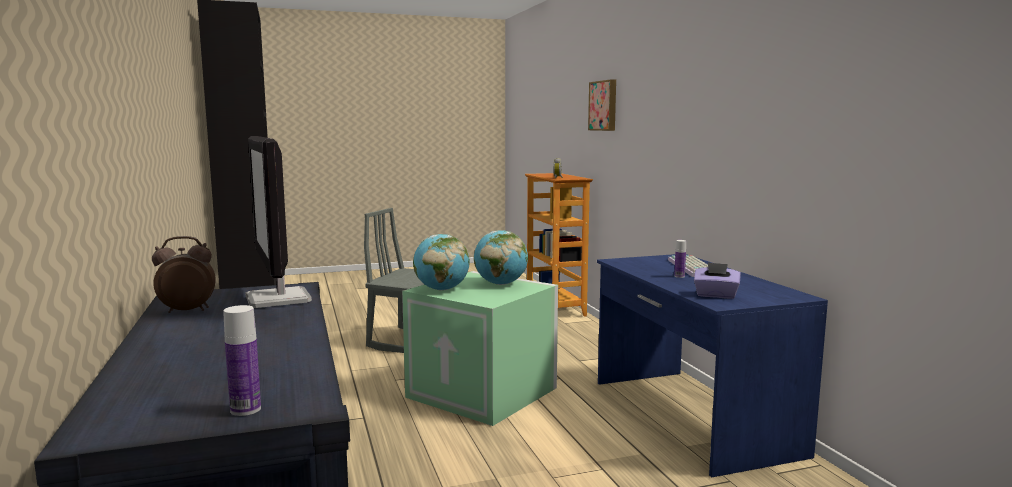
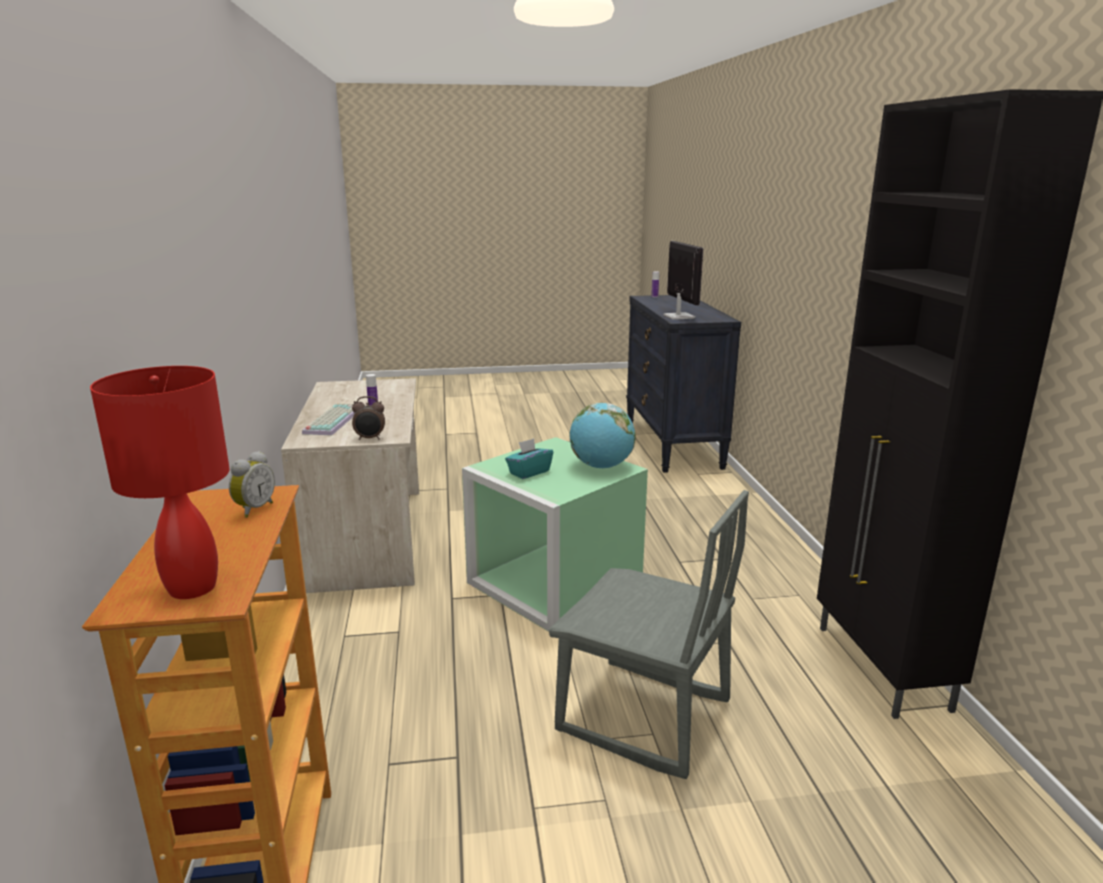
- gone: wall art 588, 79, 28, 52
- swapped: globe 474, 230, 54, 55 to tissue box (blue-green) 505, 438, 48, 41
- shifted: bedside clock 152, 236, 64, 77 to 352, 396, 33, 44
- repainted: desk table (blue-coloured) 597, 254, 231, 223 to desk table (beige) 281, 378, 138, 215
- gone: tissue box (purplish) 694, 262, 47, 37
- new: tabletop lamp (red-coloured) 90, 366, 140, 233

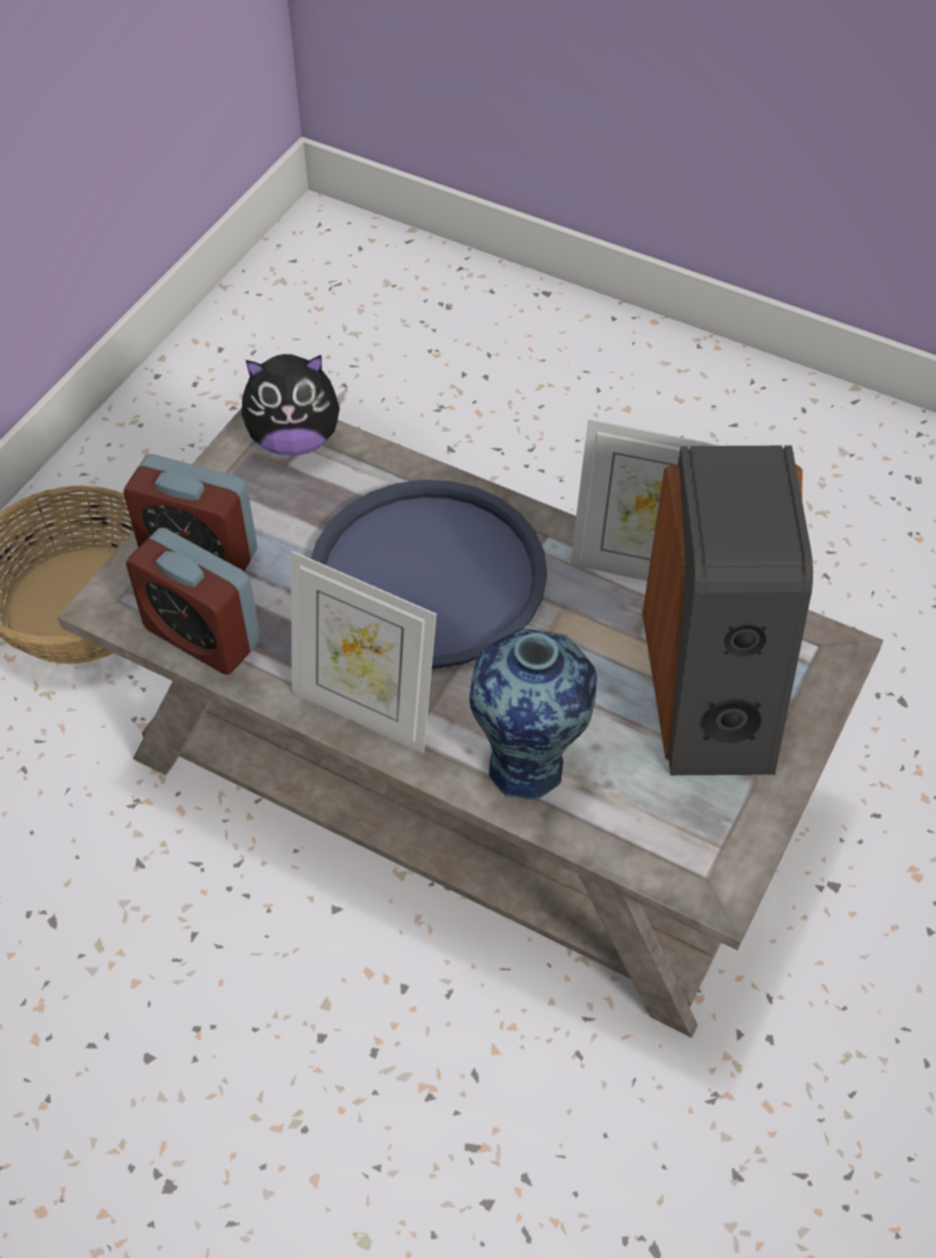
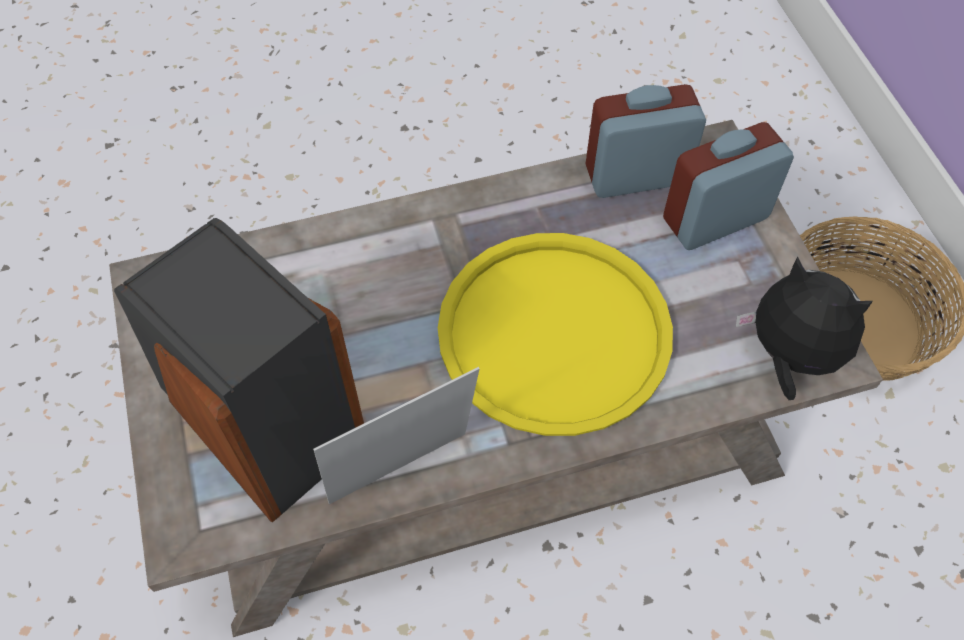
- rotated: cuddly toy 242, 354, 104, 102 = 736, 256, 137, 144 90 degrees clockwise
- repainted: serving tray (blue-coloured) 311, 480, 236, 189 to serving tray (yellowish) 438, 233, 235, 203
- gone: standing frame 291, 551, 146, 202
- gone: vase 469, 628, 128, 175

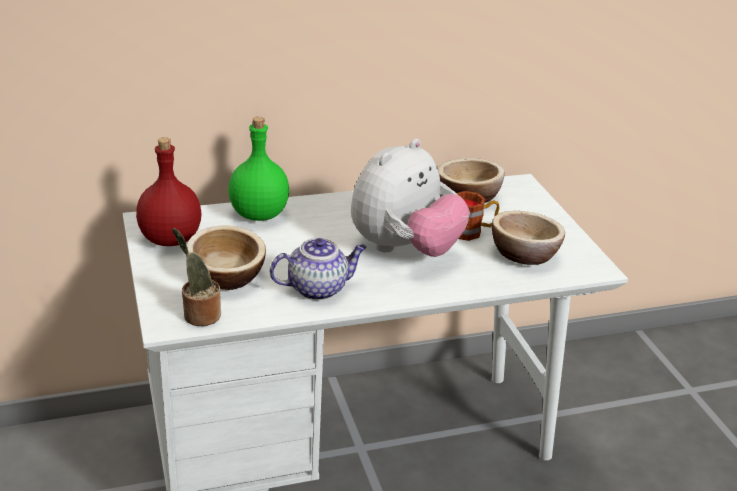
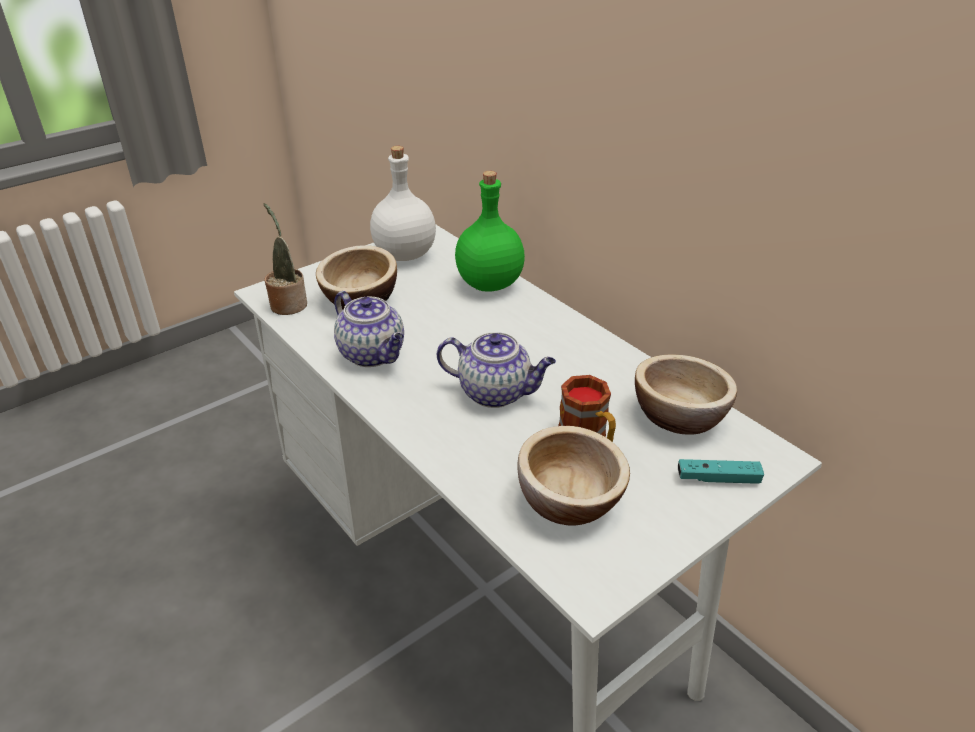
- repainted: beverage bottle (red-coloured) 136, 137, 65, 109 to beverage bottle (whitish) 370, 146, 66, 115
- swapped: cuddly toy 351, 139, 119, 118 to pot for tea 437, 332, 119, 76
- new: joypad (blue-green) 678, 459, 86, 25

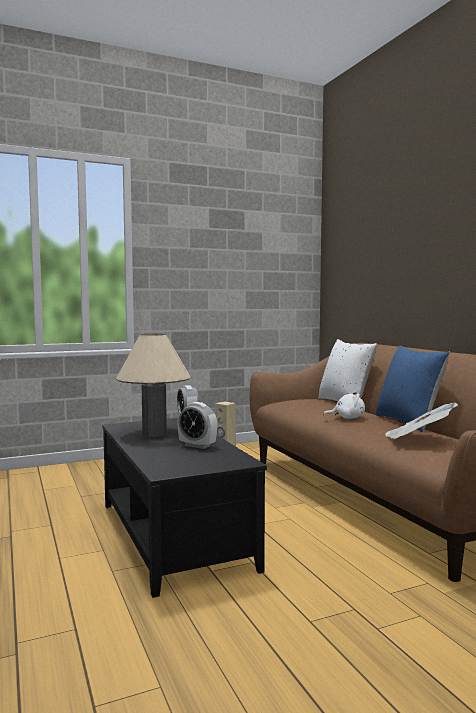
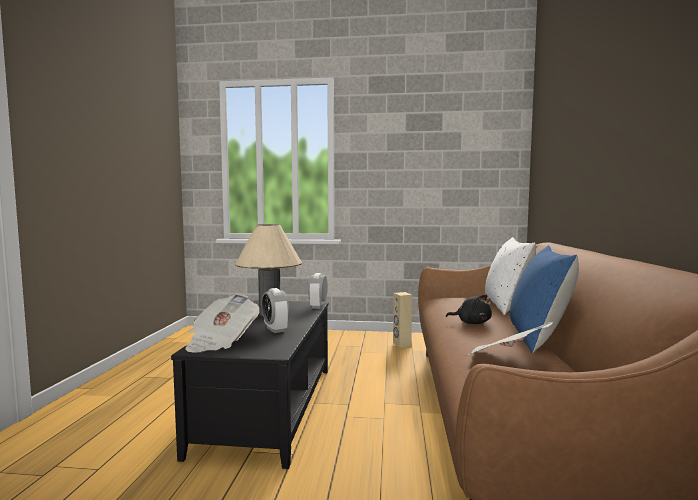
- repainted: cuddly toy (whitish) 323, 391, 42, 28 to cuddly toy (black-coloured) 446, 294, 46, 30
- new: daily paper 185, 294, 74, 59

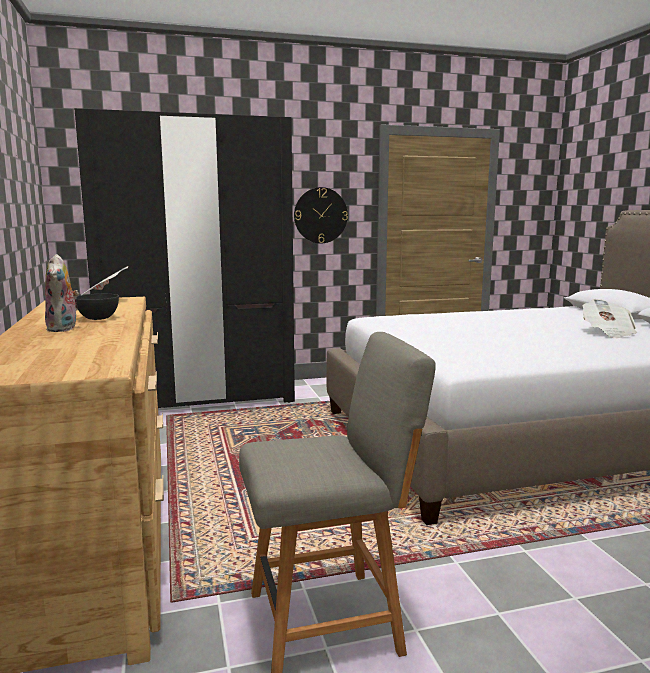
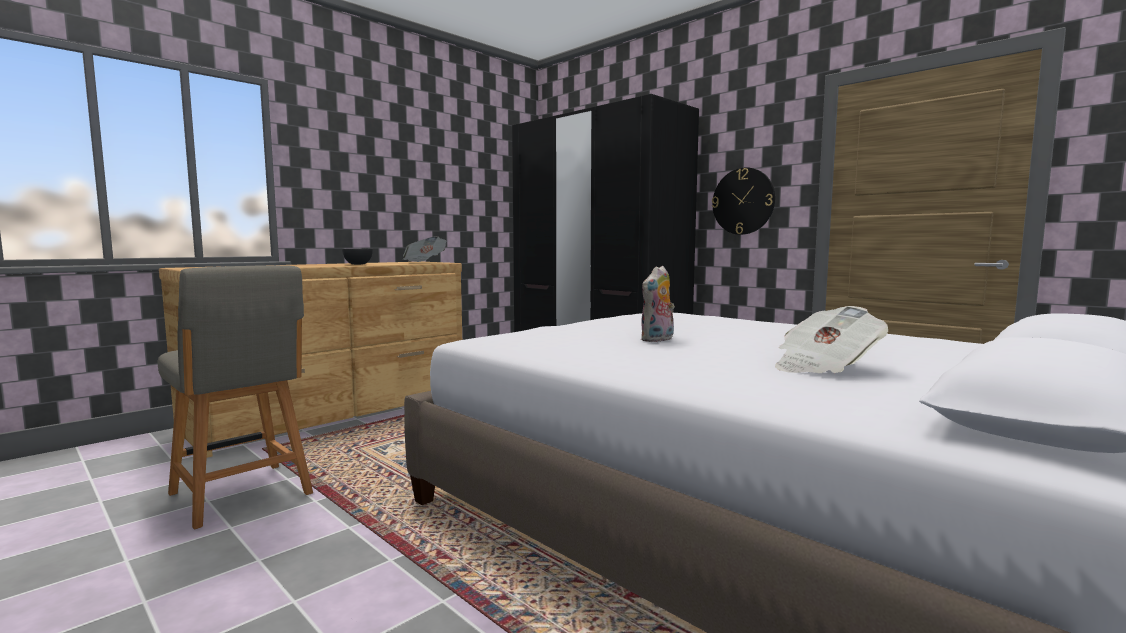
- shifted: cuddly toy 45, 254, 34, 78 to 640, 266, 35, 76

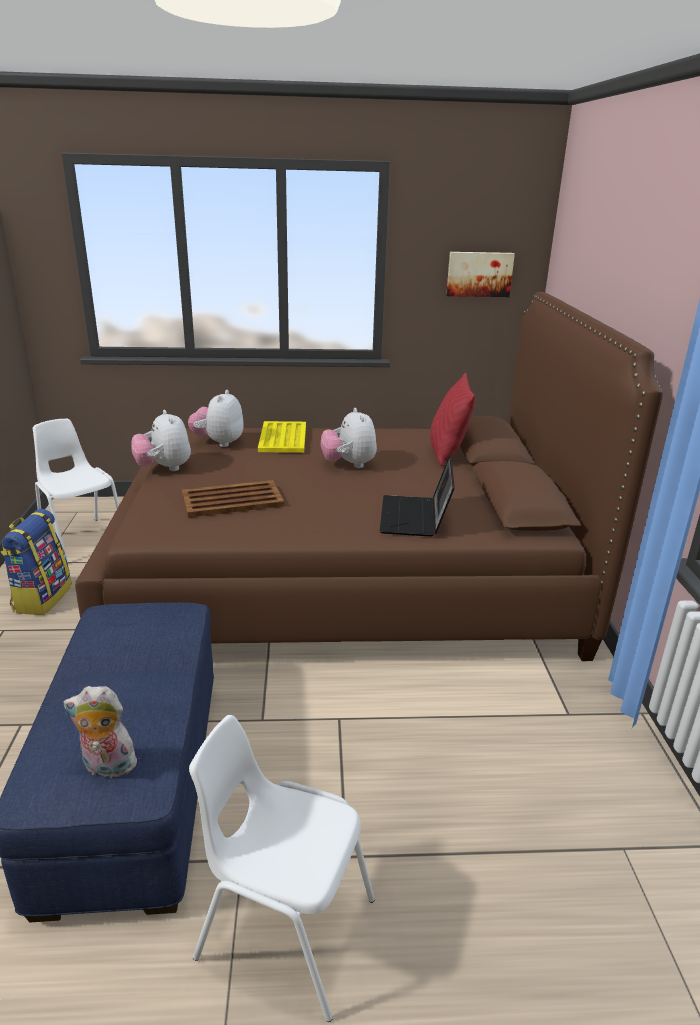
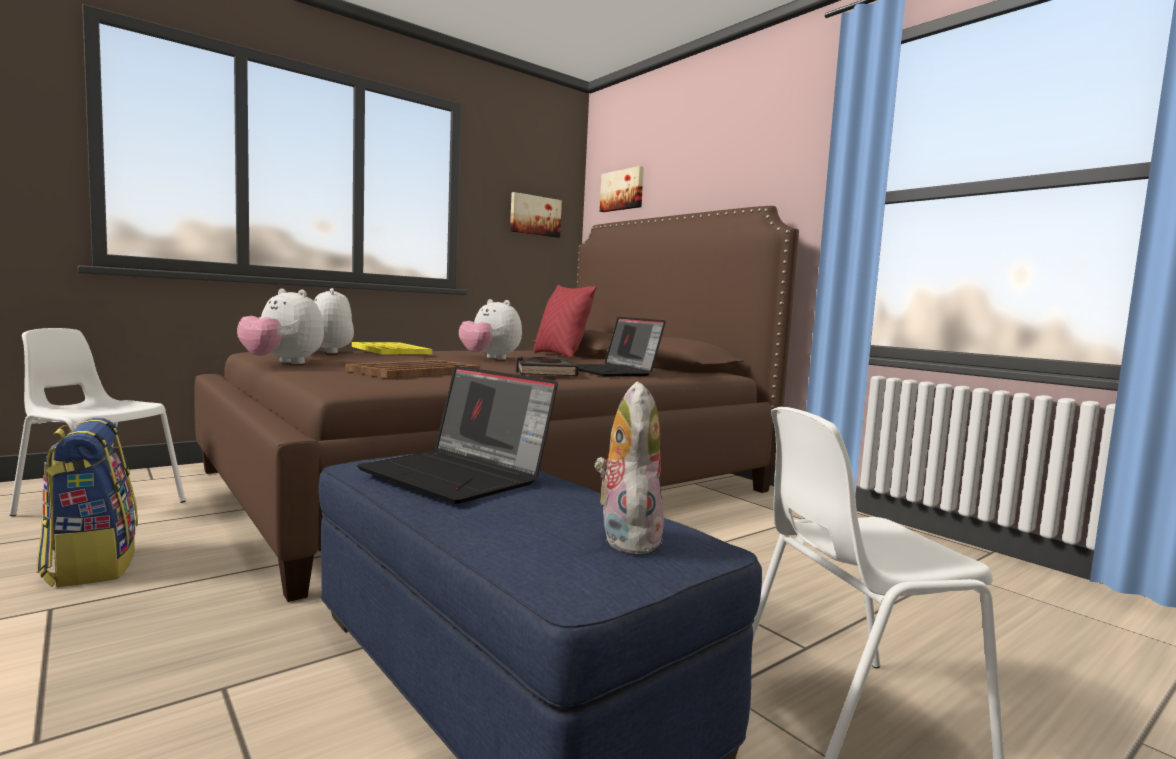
- rotated: cuddly toy 63, 686, 80, 92 = 595, 382, 69, 172 120 degrees clockwise
- new: wall art 600, 166, 44, 46
- new: bound book (black-coloured) 516, 356, 63, 20
- new: portable computer 357, 366, 201, 138

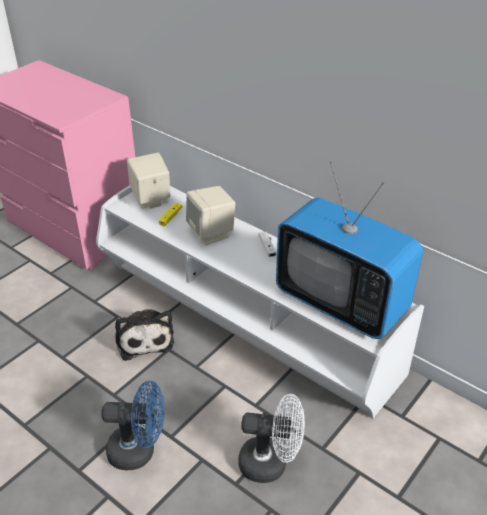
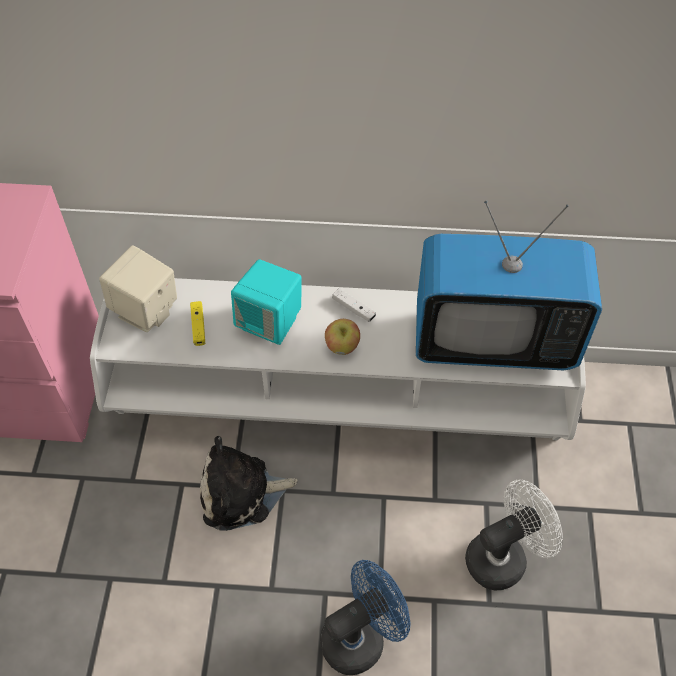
- repainted: audio speaker (beige) 186, 186, 49, 59 to audio speaker (blue-green) 231, 259, 71, 86
- rotated: cuddly toy 115, 309, 59, 52 = 200, 436, 98, 95 135 degrees clockwise
- new: whole apple 325, 319, 35, 36

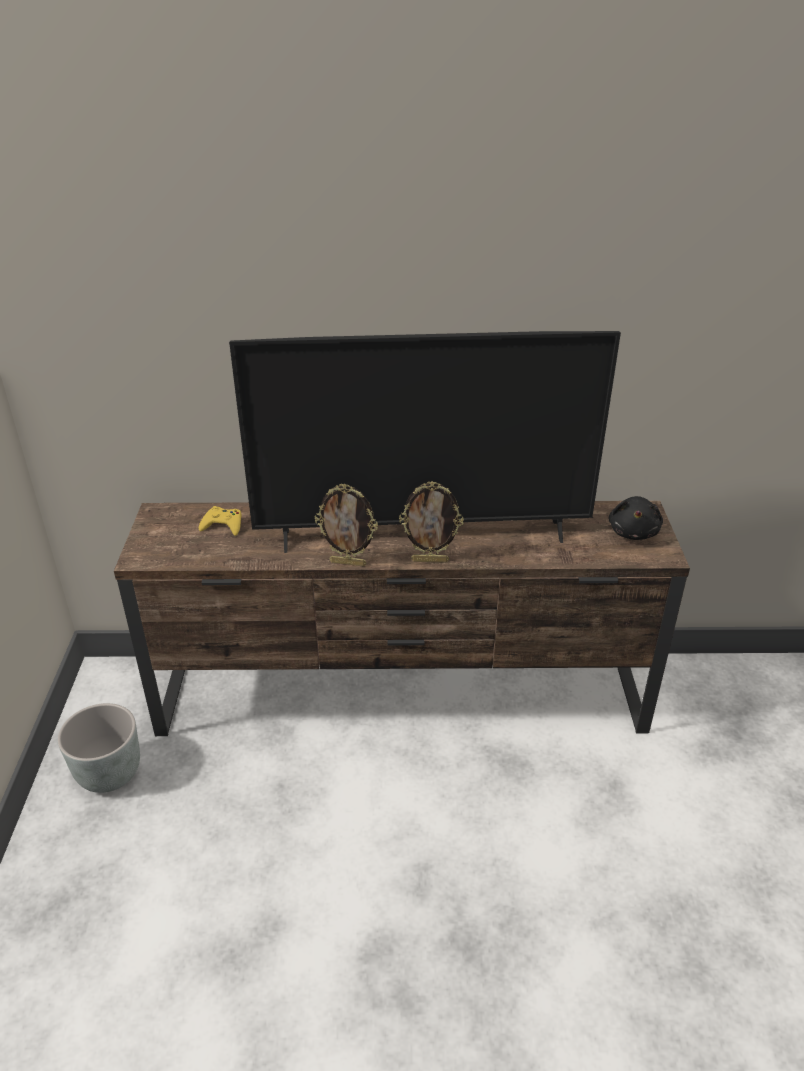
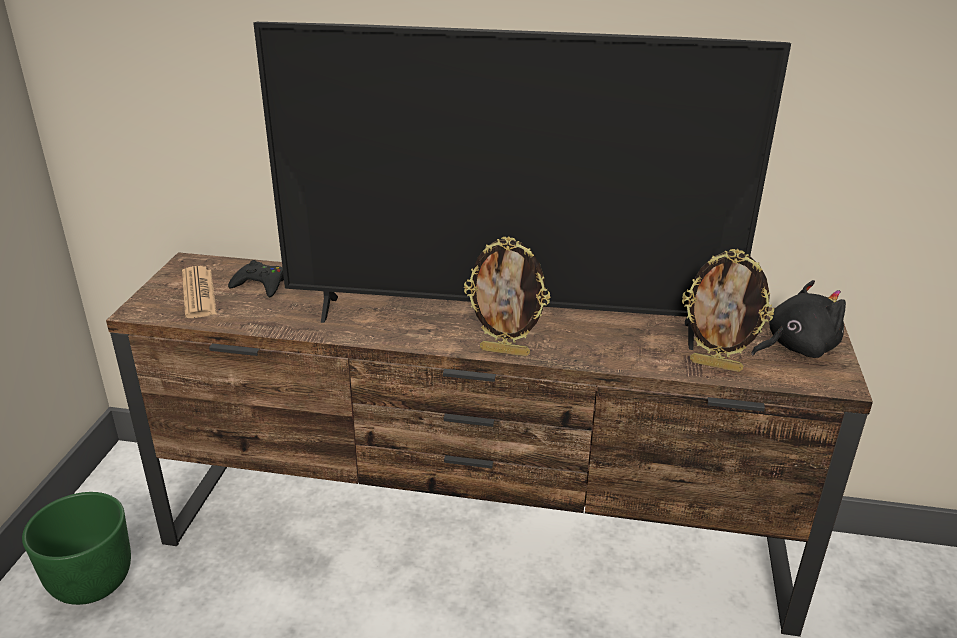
- shifted: standing frame 315, 484, 63, 83 to 682, 249, 92, 123
- rotated: cuddly toy (black-coloured) 609, 496, 54, 44 = 751, 280, 95, 78 135 degrees counterclockwise
- repainted: joypad (yellowish) 199, 506, 42, 30 to joypad (black-coloured) 228, 260, 56, 37
- repainted: plant pot (grey) 58, 703, 82, 90 to plant pot (greenish) 22, 492, 109, 113
- new: daily paper 182, 266, 35, 52

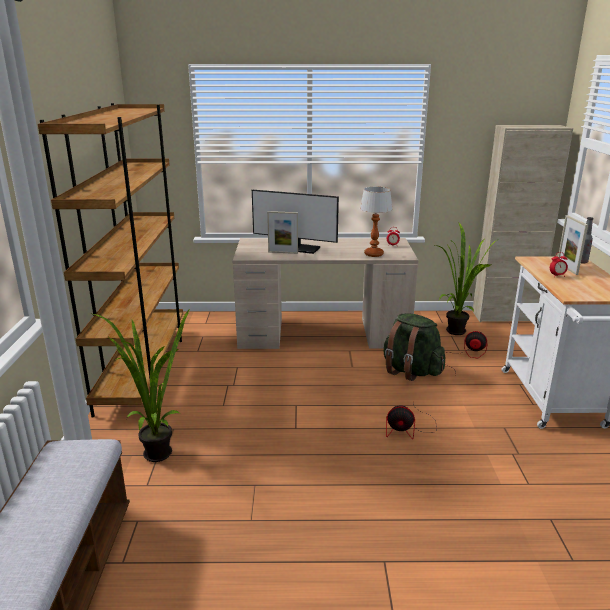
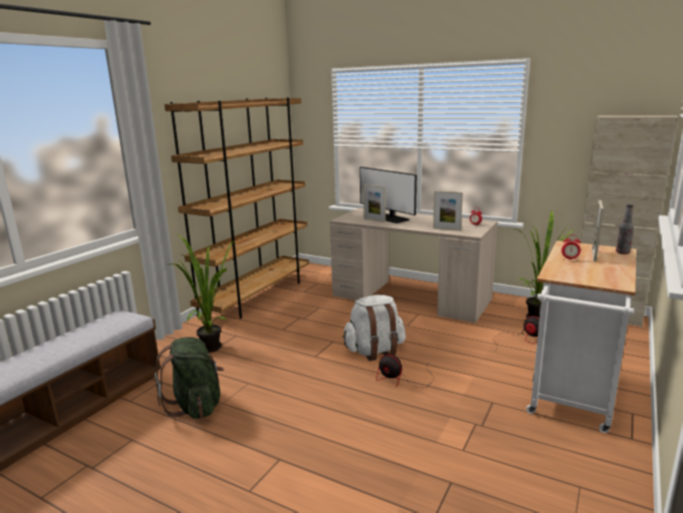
- swapped: tabletop lamp 360, 187, 33, 70 to standing frame 433, 191, 30, 40
- shifted: rucksack (greenish) 384, 313, 61, 68 to 155, 337, 69, 82
- new: rucksack (whitish) 342, 295, 64, 66

